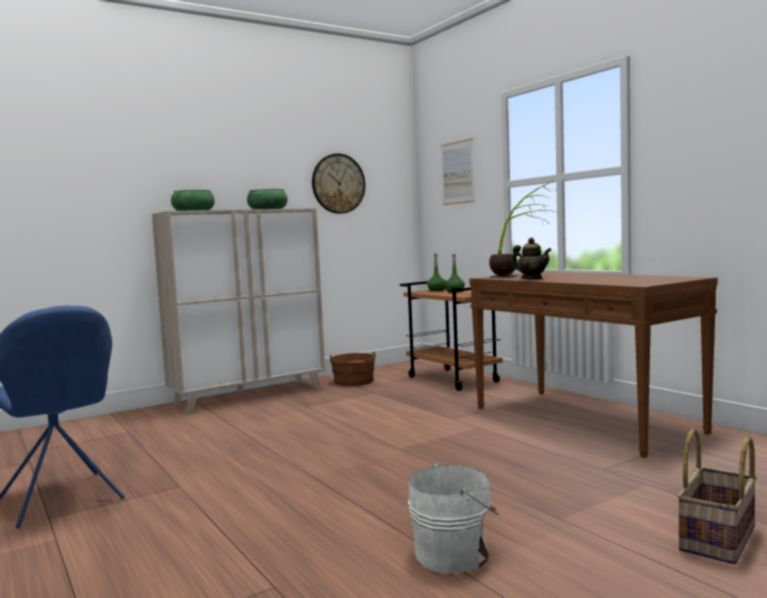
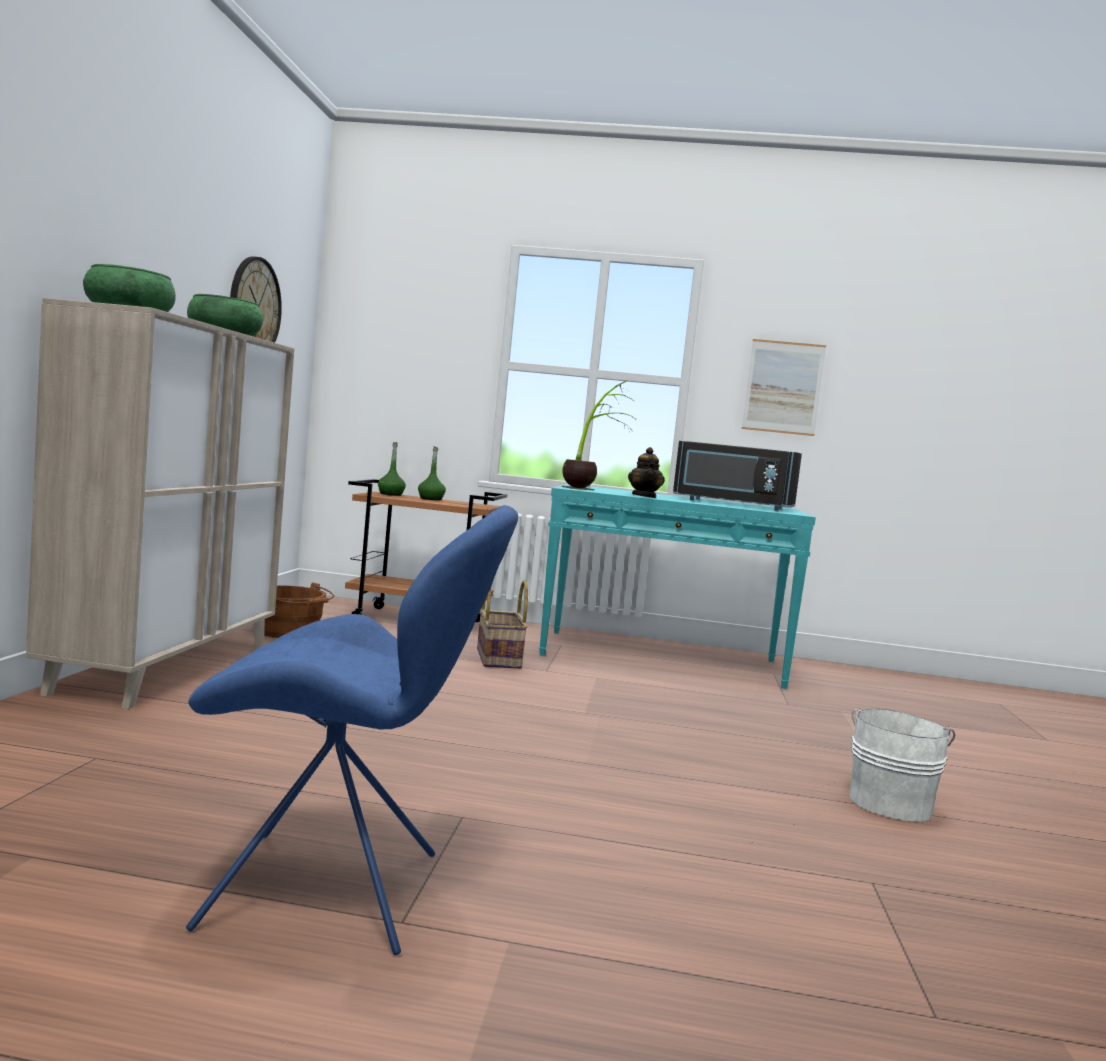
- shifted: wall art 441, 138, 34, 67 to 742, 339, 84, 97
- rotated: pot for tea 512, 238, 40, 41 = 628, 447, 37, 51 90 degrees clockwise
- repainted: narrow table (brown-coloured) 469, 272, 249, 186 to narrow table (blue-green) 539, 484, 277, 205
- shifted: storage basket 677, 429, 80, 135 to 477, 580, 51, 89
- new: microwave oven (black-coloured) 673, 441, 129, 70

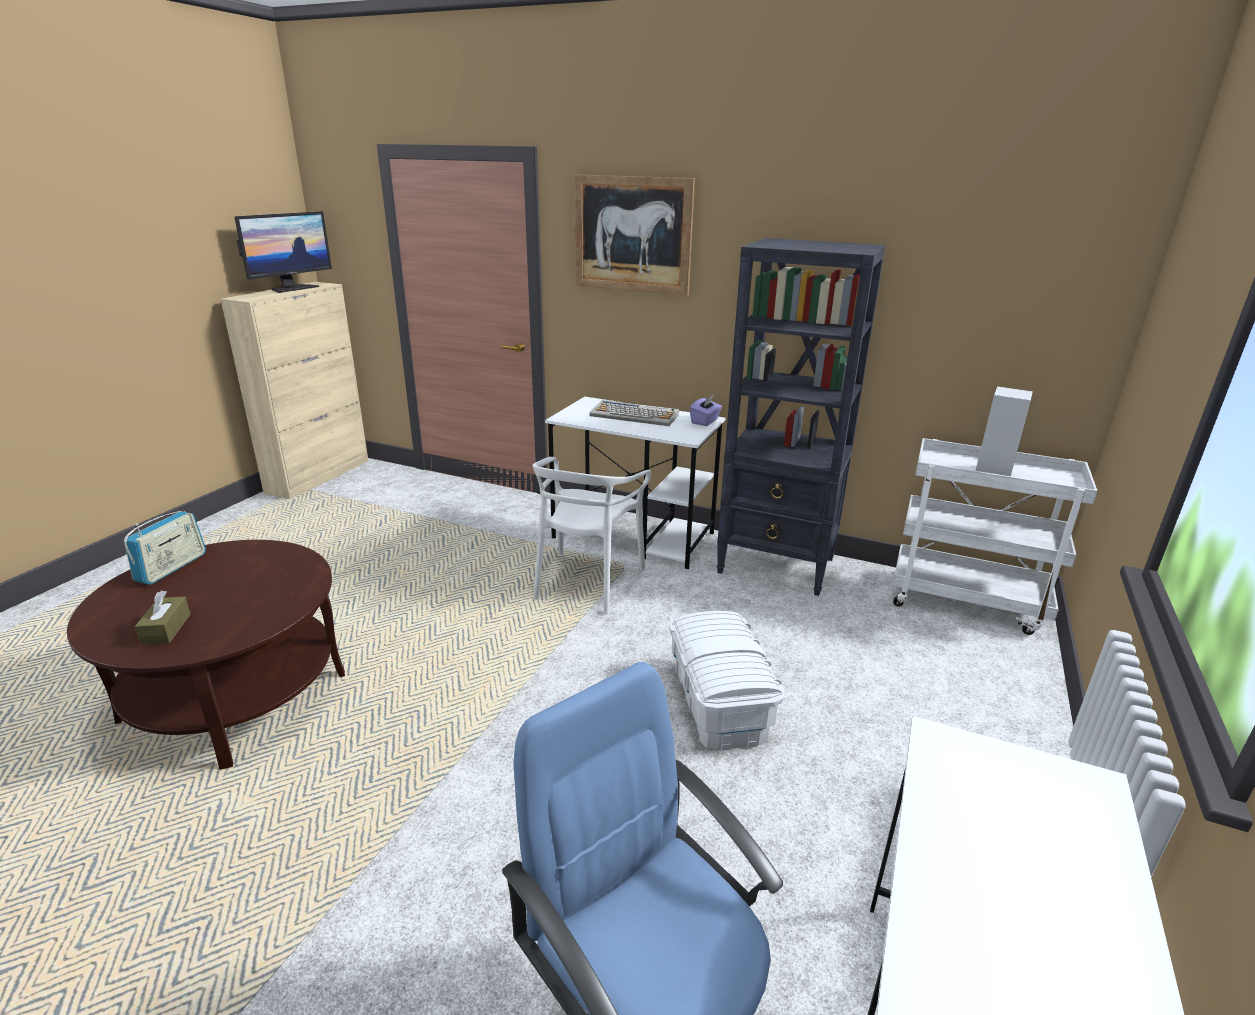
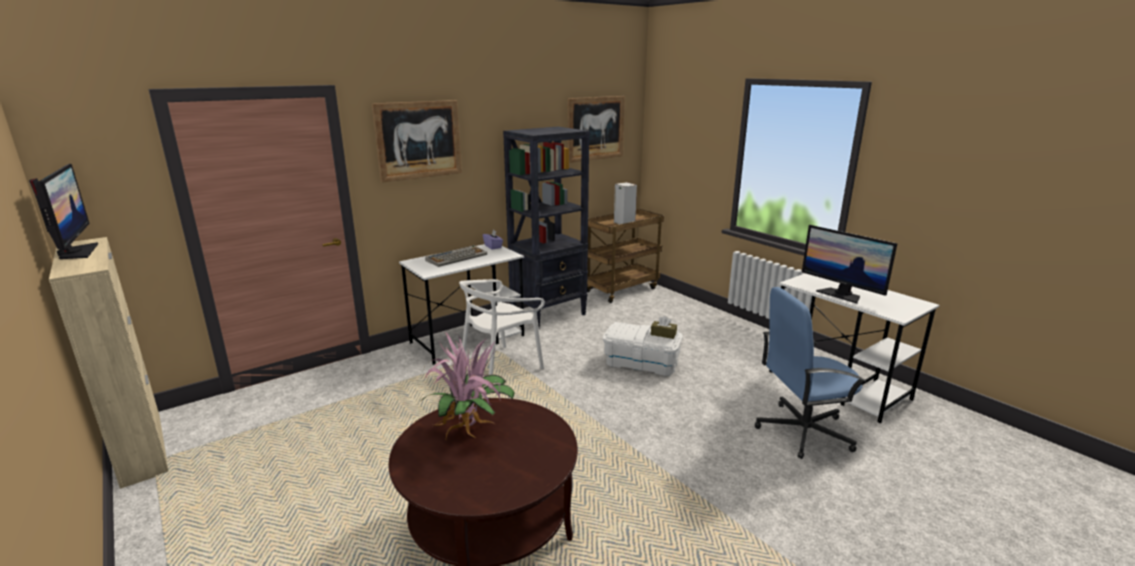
- repainted: cart (whitish) 892, 438, 205, 197 to cart (brown-coloured) 587, 209, 77, 94
- rotated: upright chair (whitish) 533, 457, 118, 157 = 459, 279, 86, 96 90 degrees clockwise
- gone: radio 124, 511, 82, 74
- shifted: tissue box (brown-coloured) 135, 590, 55, 55 to 651, 316, 26, 23
- new: wall art 568, 96, 57, 67
- new: monitor 802, 225, 96, 79
- new: plant in a pot 422, 332, 93, 106

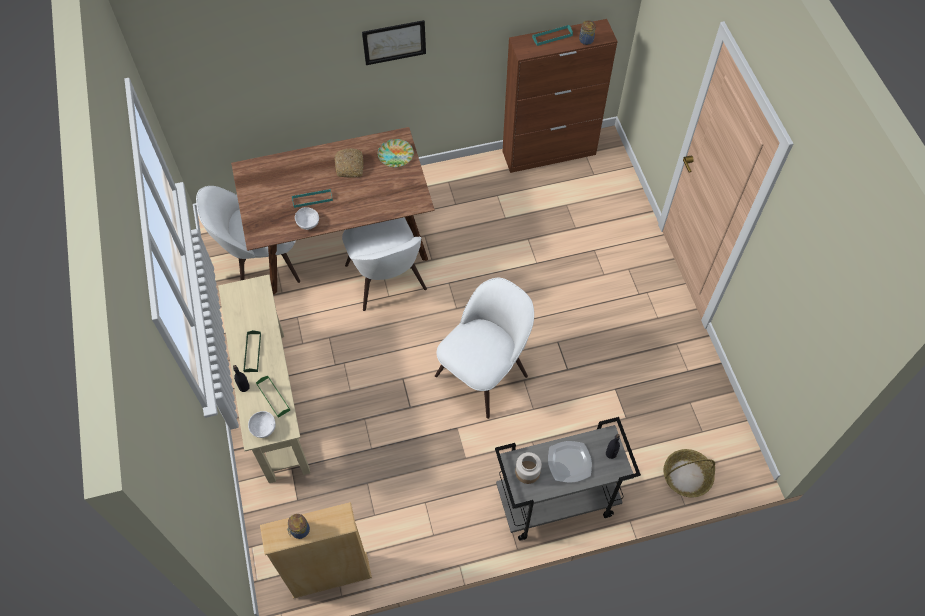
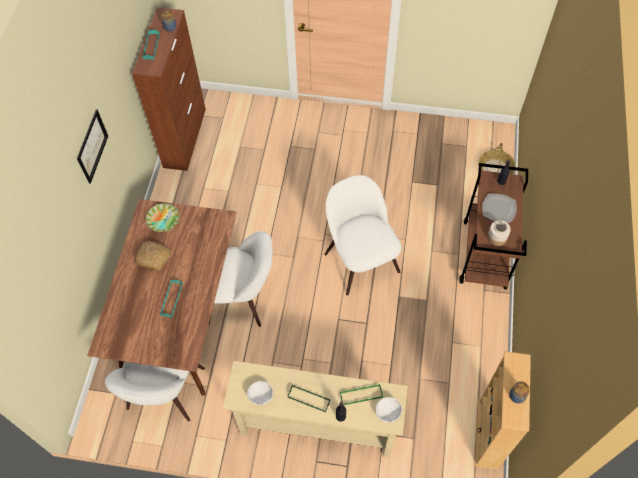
- shifted: bowl (whitish) 295, 207, 24, 23 to 247, 381, 26, 24
- repainted: cart (grey) 495, 417, 146, 124 to cart (brown-coloured) 460, 163, 68, 127

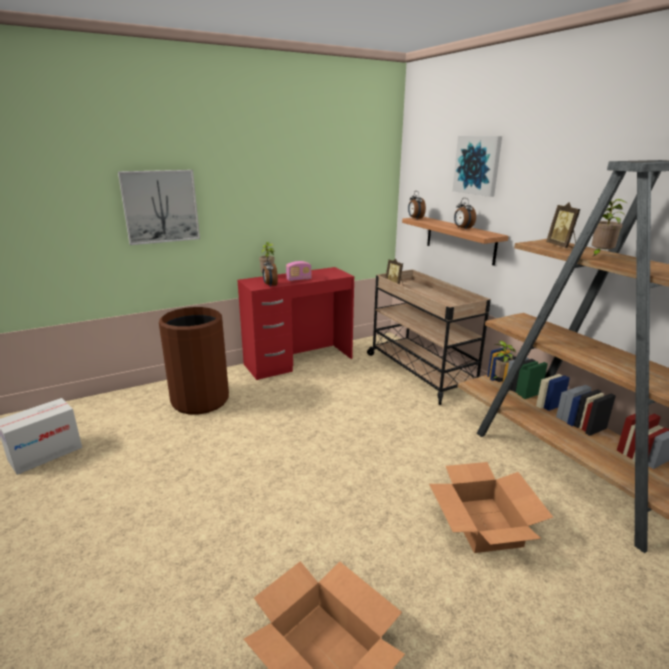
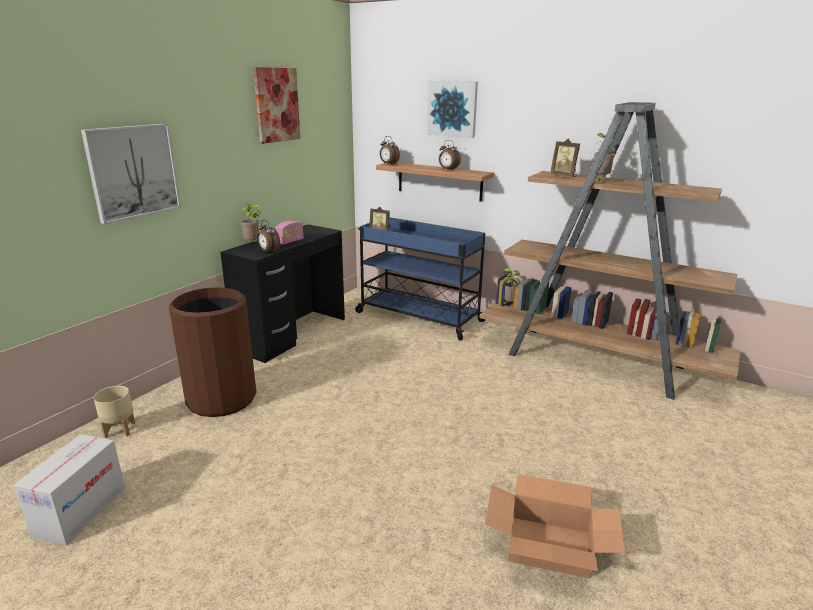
- repainted: desk table (red-coloured) 237, 267, 117, 113 to desk table (black-coloured) 220, 224, 125, 139
- repainted: cart (beige) 367, 269, 124, 136 to cart (blue-coloured) 355, 217, 130, 123
- gone: packing box 429, 462, 124, 91
- new: wall art 253, 67, 48, 77
- new: plant pot (beige) 94, 386, 41, 52

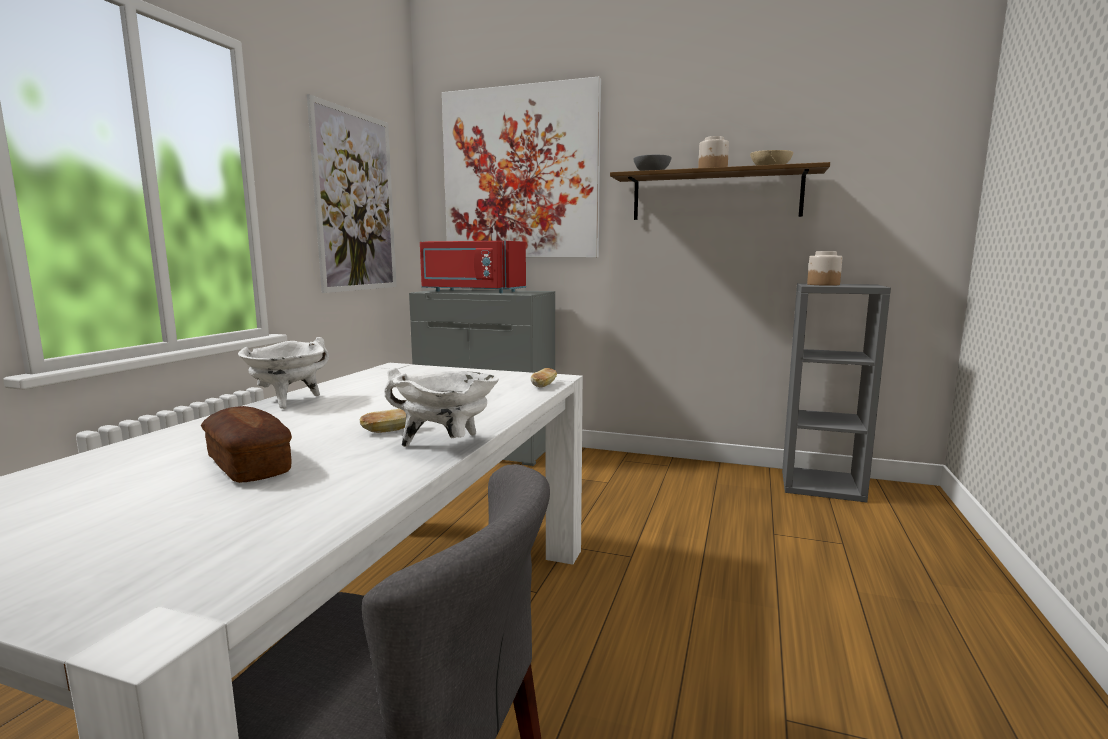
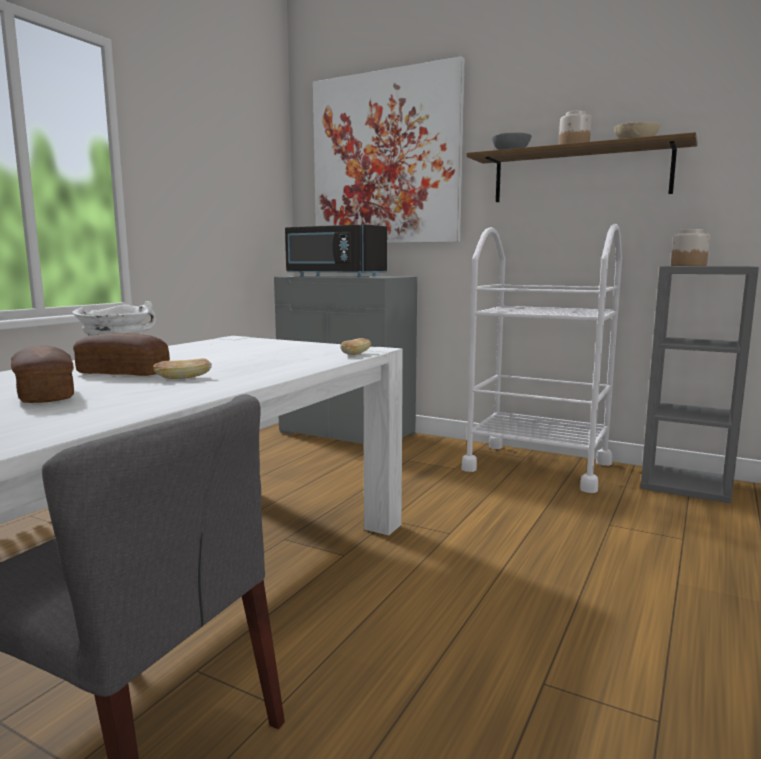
- gone: wall art 307, 94, 90, 199
- repainted: microwave oven (red-coloured) 420, 241, 106, 52 to microwave oven (black-coloured) 285, 224, 102, 53
- gone: stockpot (whitish) 384, 368, 115, 79
- new: cart (whitish) 462, 224, 160, 269
- new: bakery bread 73, 333, 97, 43

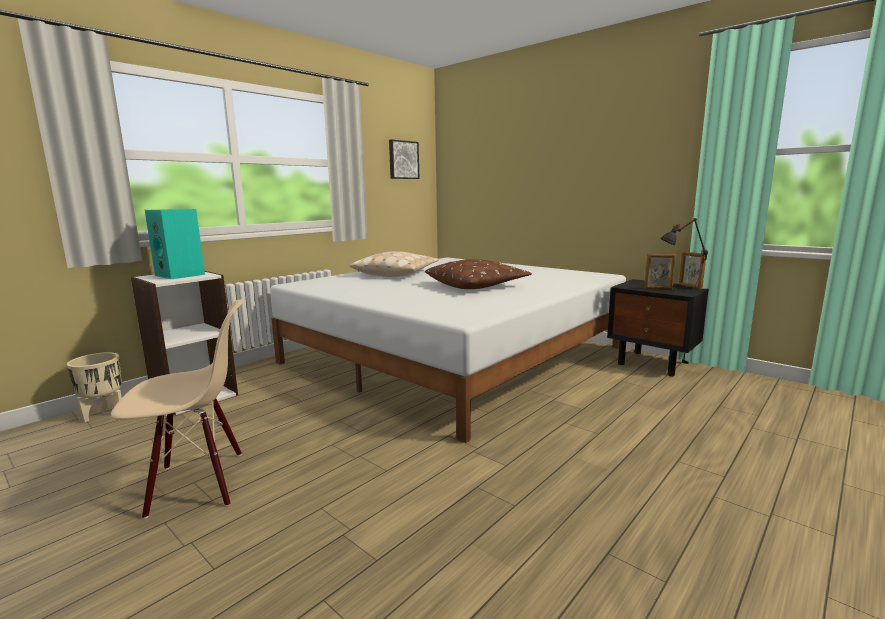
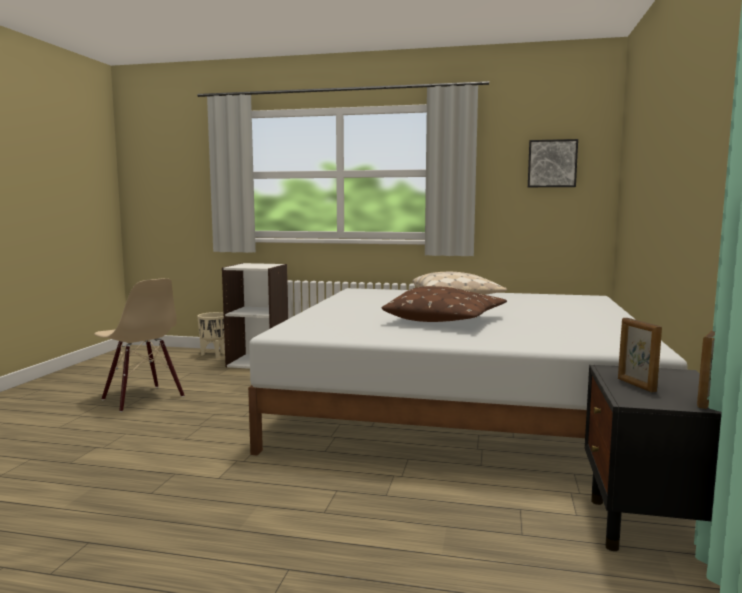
- gone: audio speaker (blue-green) 145, 209, 60, 70
- gone: tabletop lamp (black-coloured) 660, 218, 48, 73

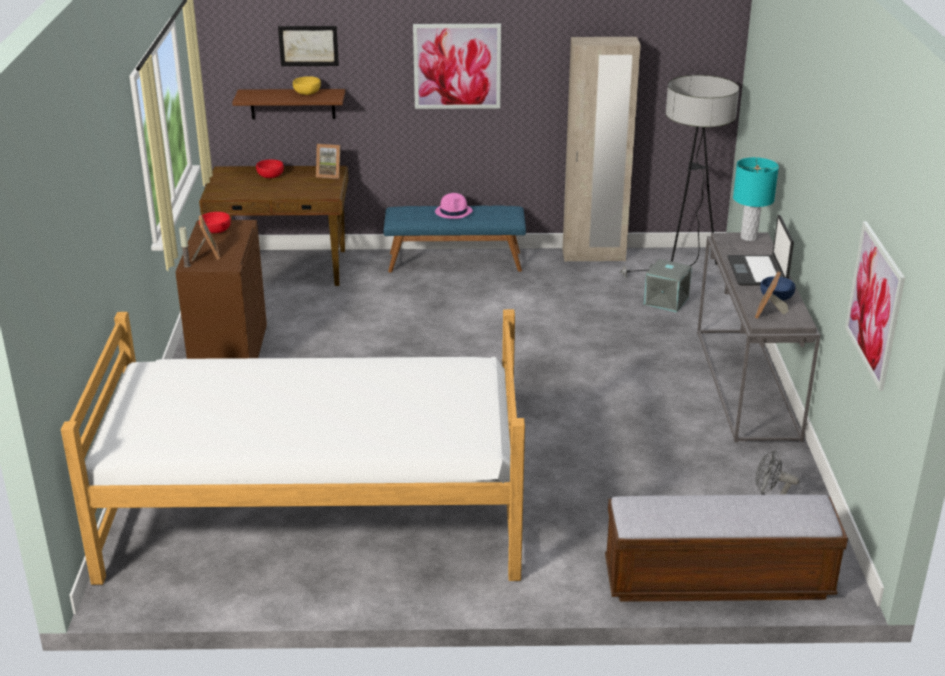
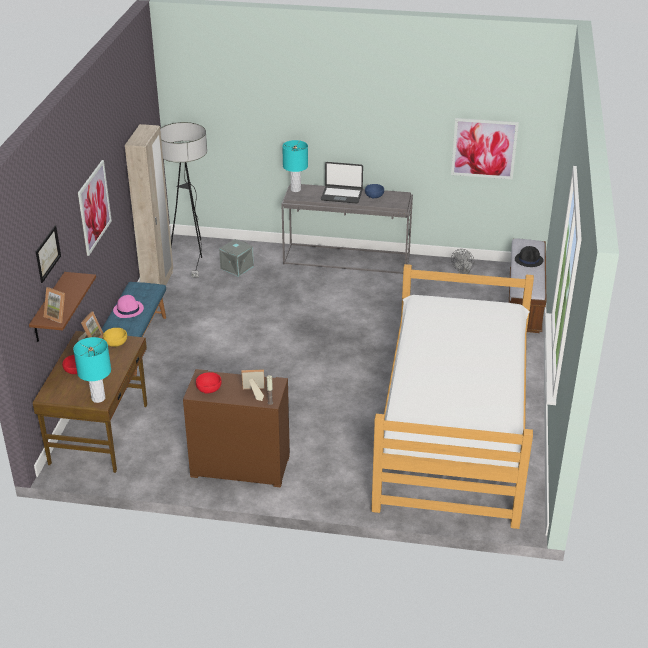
- shifted: bowl (yellowish) 293, 76, 28, 19 to 103, 328, 24, 19
- shifted: standing frame 755, 272, 34, 47 to 44, 287, 21, 36
- new: clothing hat (black-coloured) 515, 246, 29, 21
- new: tabletop lamp (blue-green) 73, 337, 38, 66

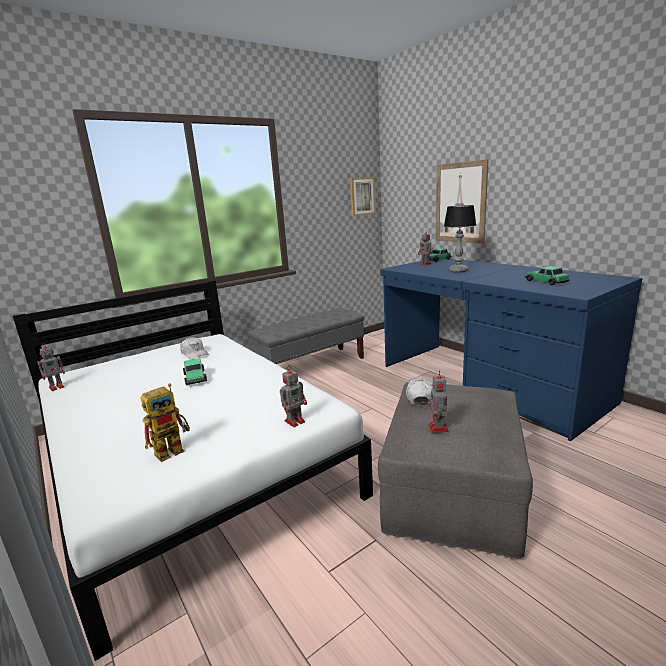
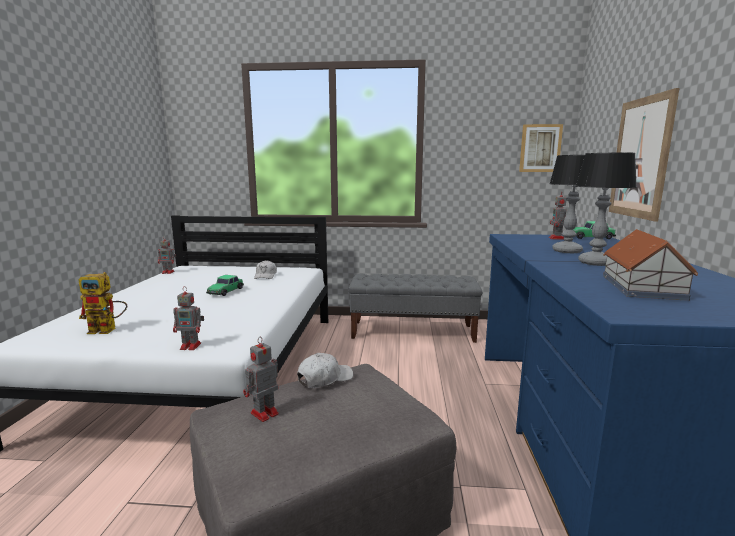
- swapped: model car 525, 266, 45, 19 to model house 603, 229, 95, 72
- new: tabletop lamp 576, 152, 61, 114

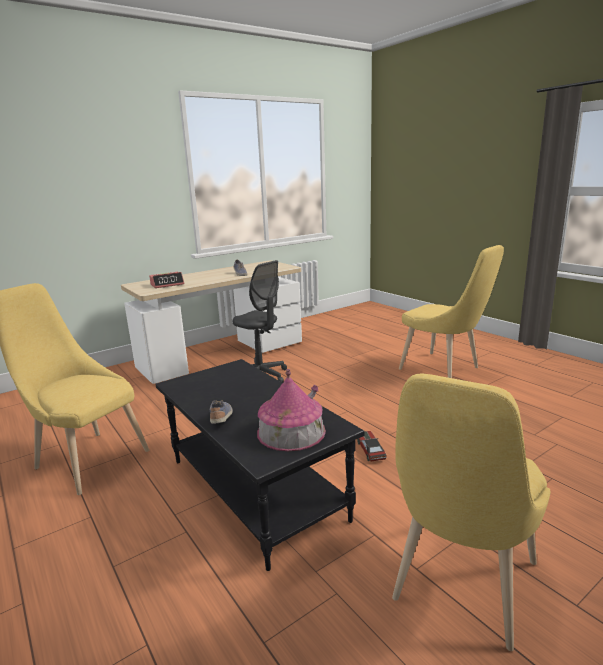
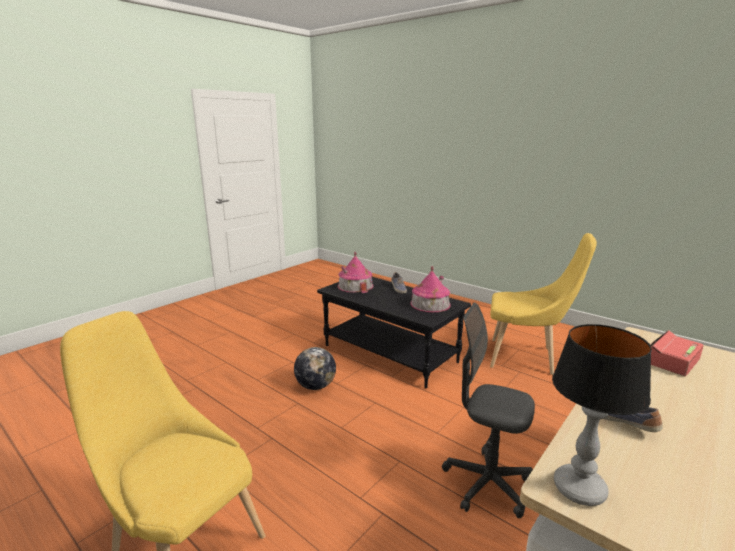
- gone: upright chair (yellowish) 392, 373, 159, 278
- swapped: model car 357, 431, 30, 30 to globe 294, 347, 42, 43
- new: model house 410, 266, 41, 46
- new: tabletop lamp 552, 324, 100, 182

